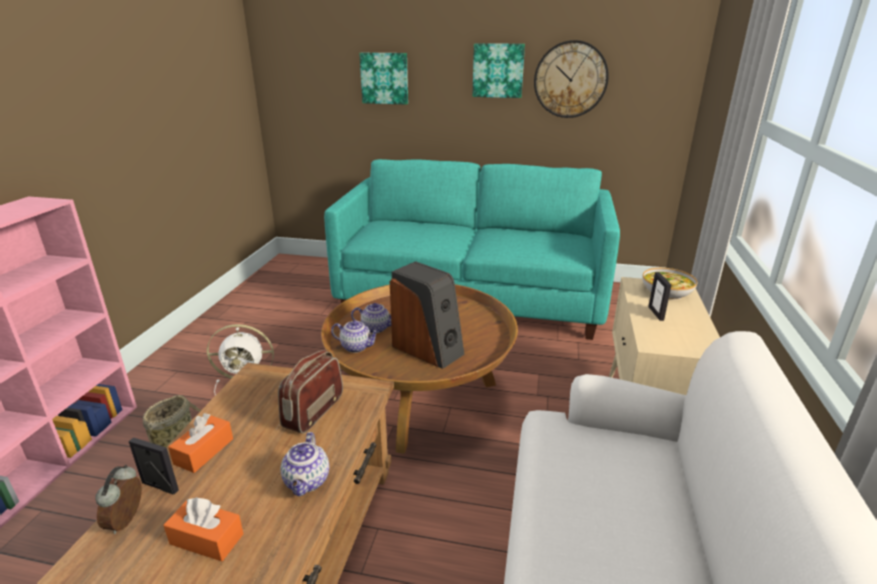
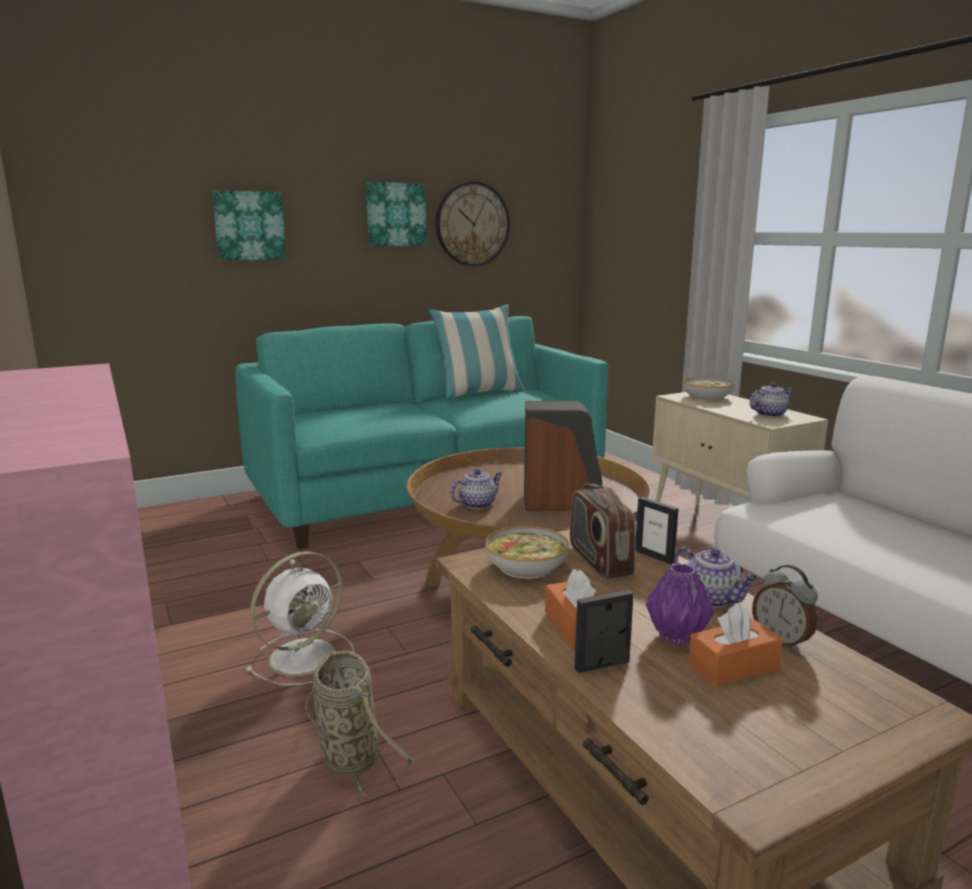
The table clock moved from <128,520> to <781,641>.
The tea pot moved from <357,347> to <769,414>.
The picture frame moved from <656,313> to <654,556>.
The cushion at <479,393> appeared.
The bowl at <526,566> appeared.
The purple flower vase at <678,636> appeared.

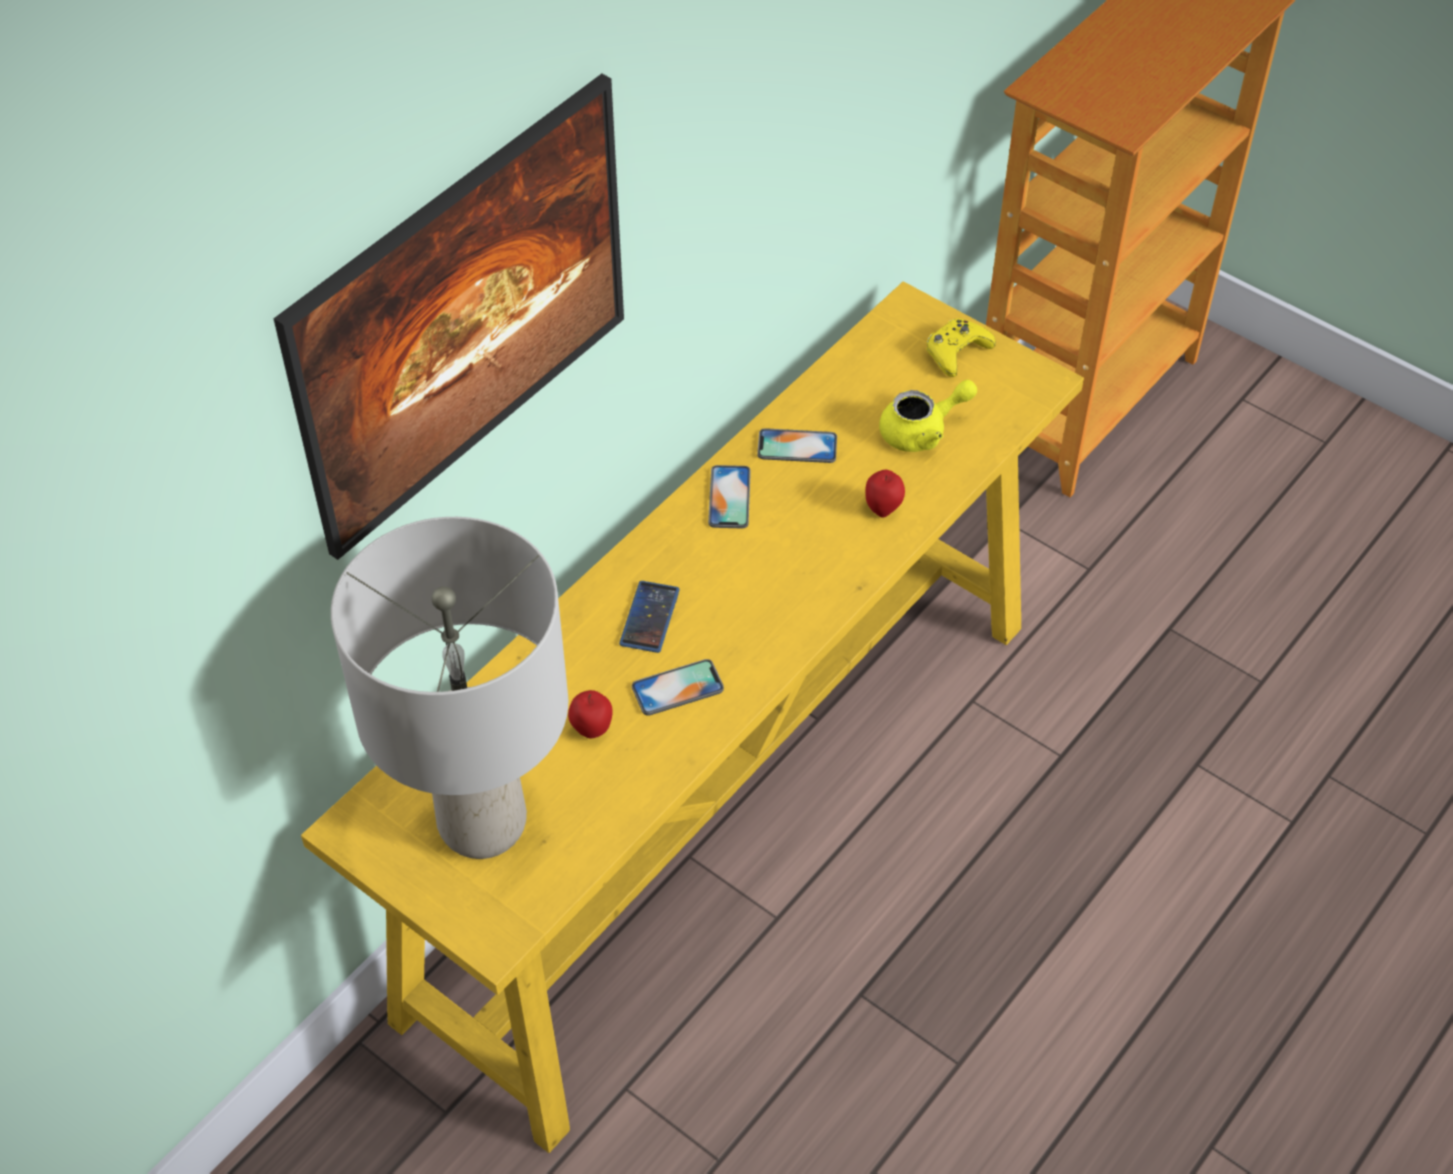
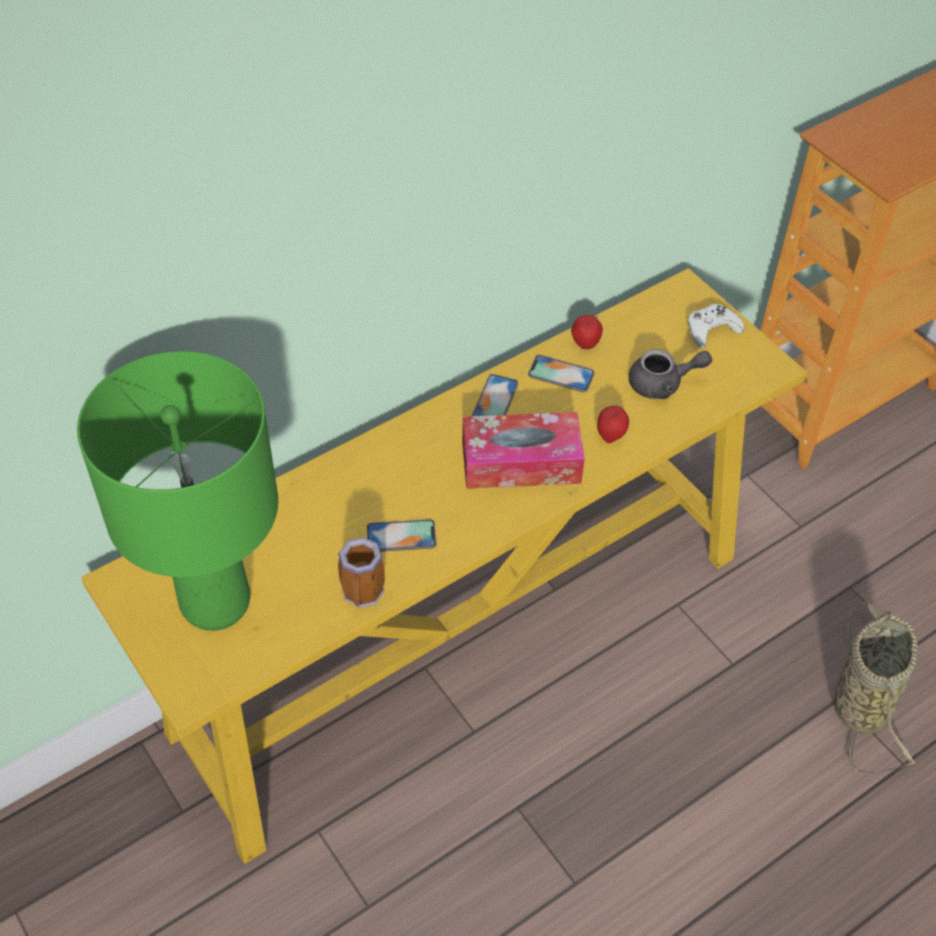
The wall picture at <471,374> disappeared.
The grey table lamp at <484,824> became the greenish table lamp at <217,604>.
The whole apple moved from <591,729> to <585,344>.
The handset at <649,617> disappeared.
The yellow tea pot at <922,431> became the grey tea pot at <663,384>.
The yellow game controller at <956,352> became the white game controller at <711,330>.
The mug at <364,595> appeared.
The tissue box at <521,462> appeared.
The basket at <861,701> appeared.

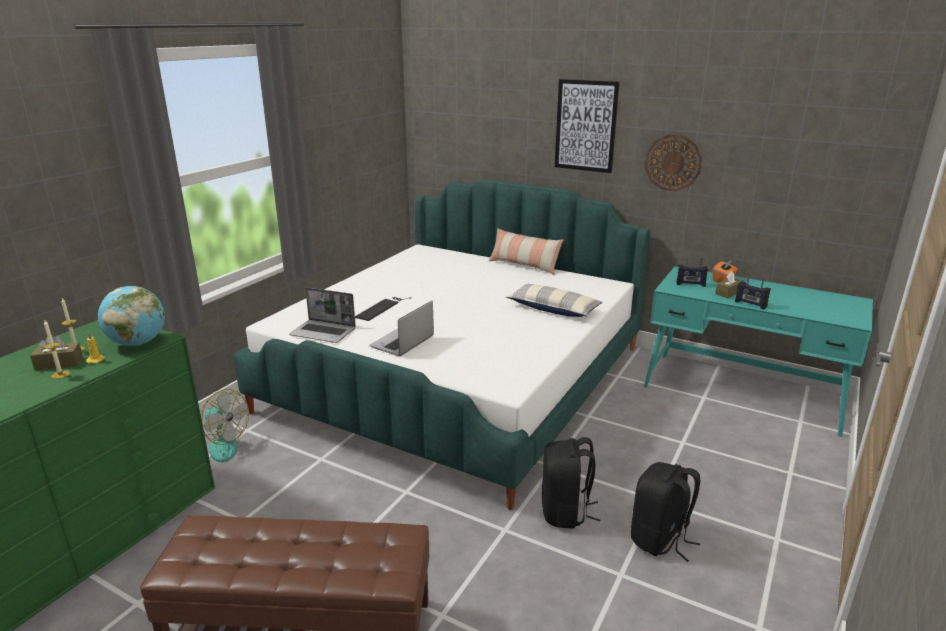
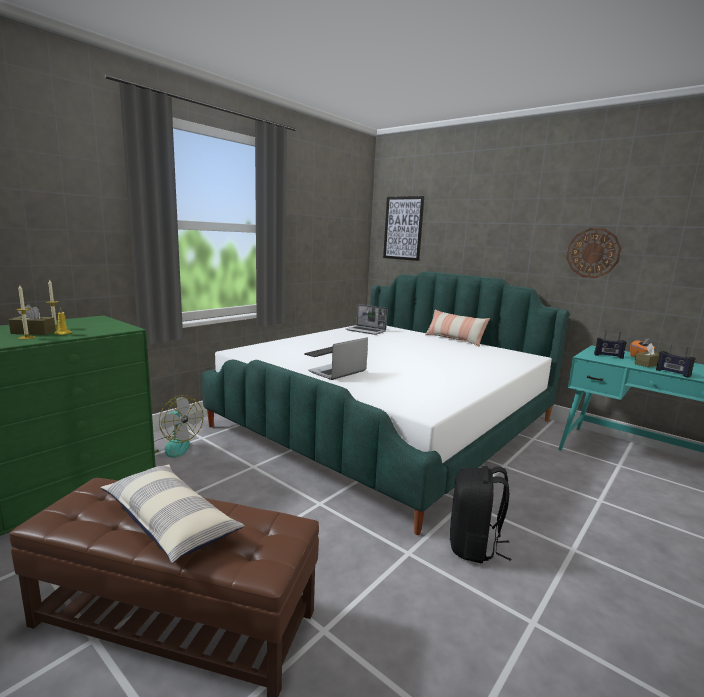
The world globe at <138,343> disappeared.
The portable computer moved from <324,332> to <366,331>.
The cushion moved from <553,309> to <170,522>.
The wall picture moved from <586,126> to <403,228>.
The black-coloured rucksack at <660,539> disappeared.

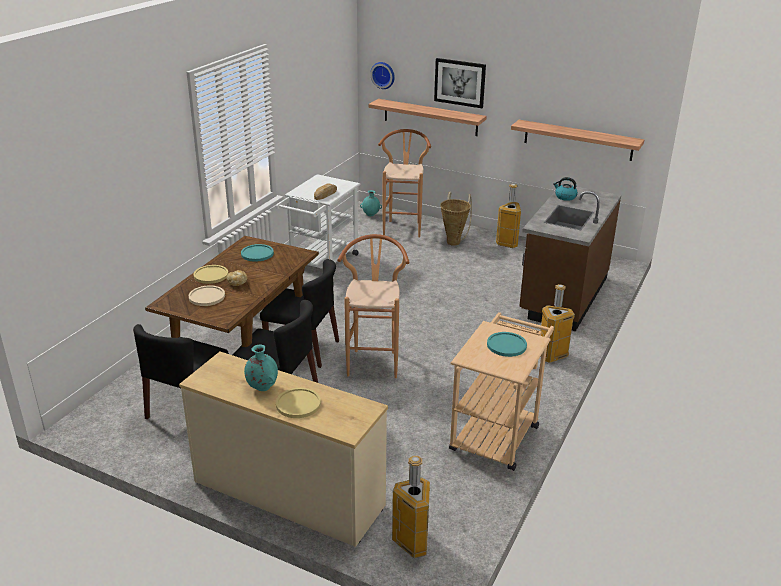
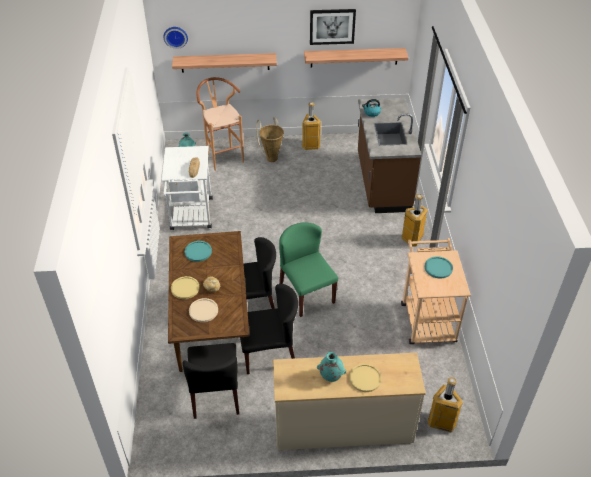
The brown-coloured stool seat at <373,360> was replaced by the greenish plain chair at <306,294>.
The wall picture moved from <460,82> to <332,26>.

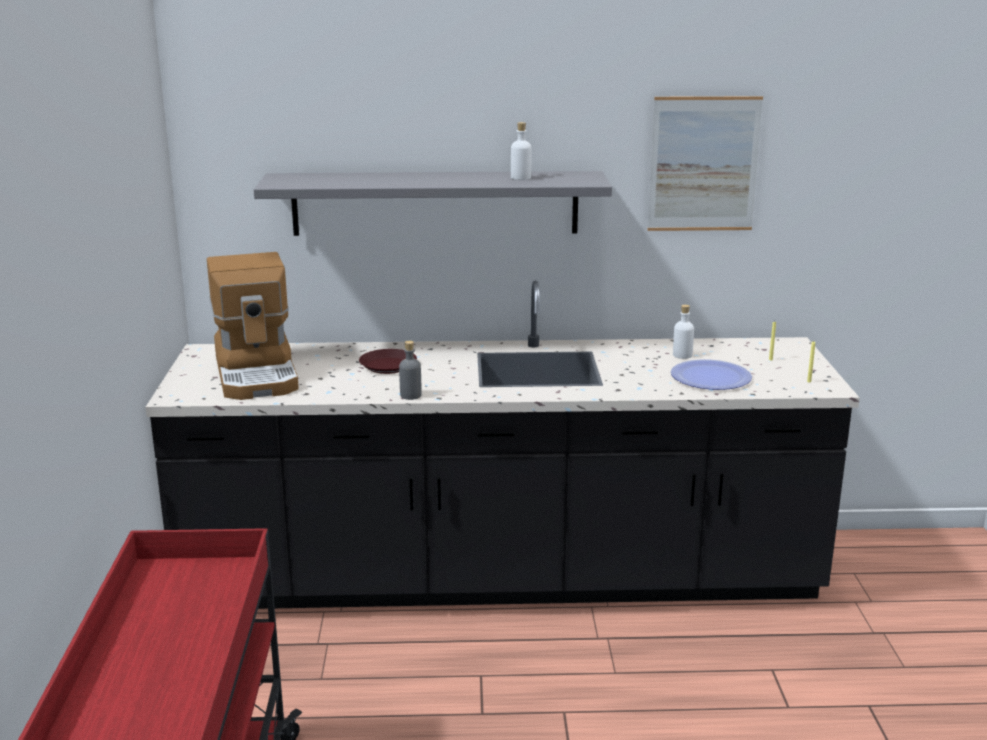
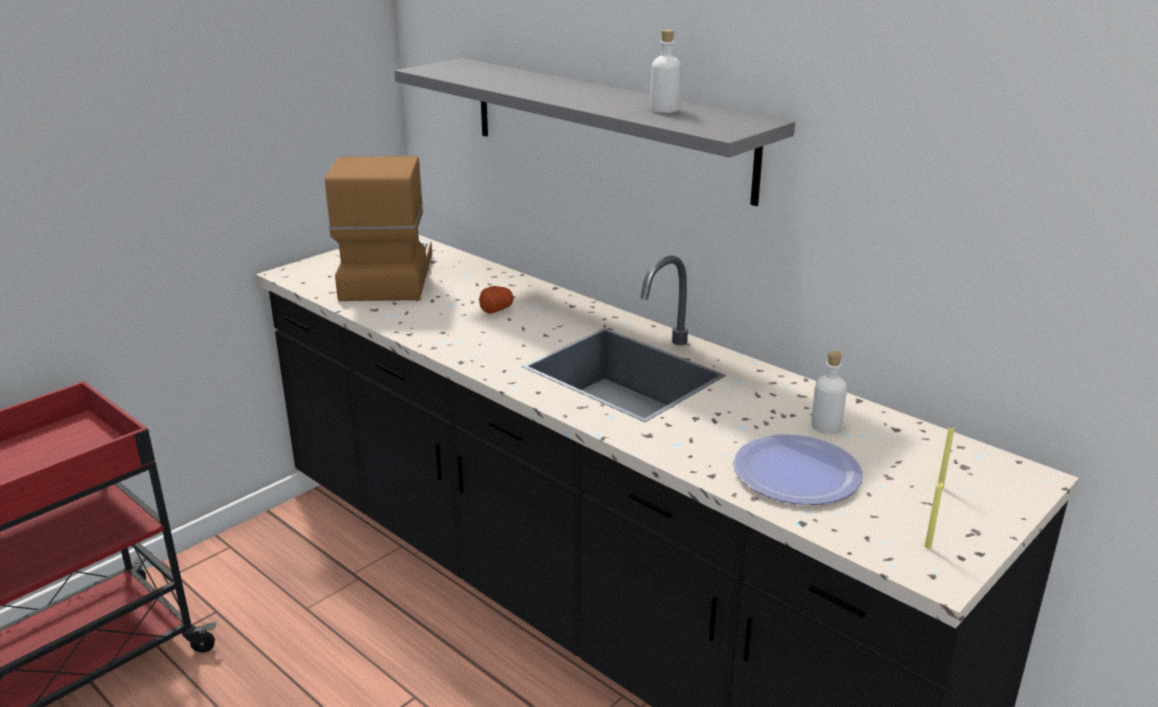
The coffee machine at <258,374> turned 150 degrees clockwise.
The brown-coloured flat dish at <388,366> was replaced by the spud at <496,309>.
The grey beverage bottle at <410,395> disappeared.
The wall picture at <703,164> disappeared.

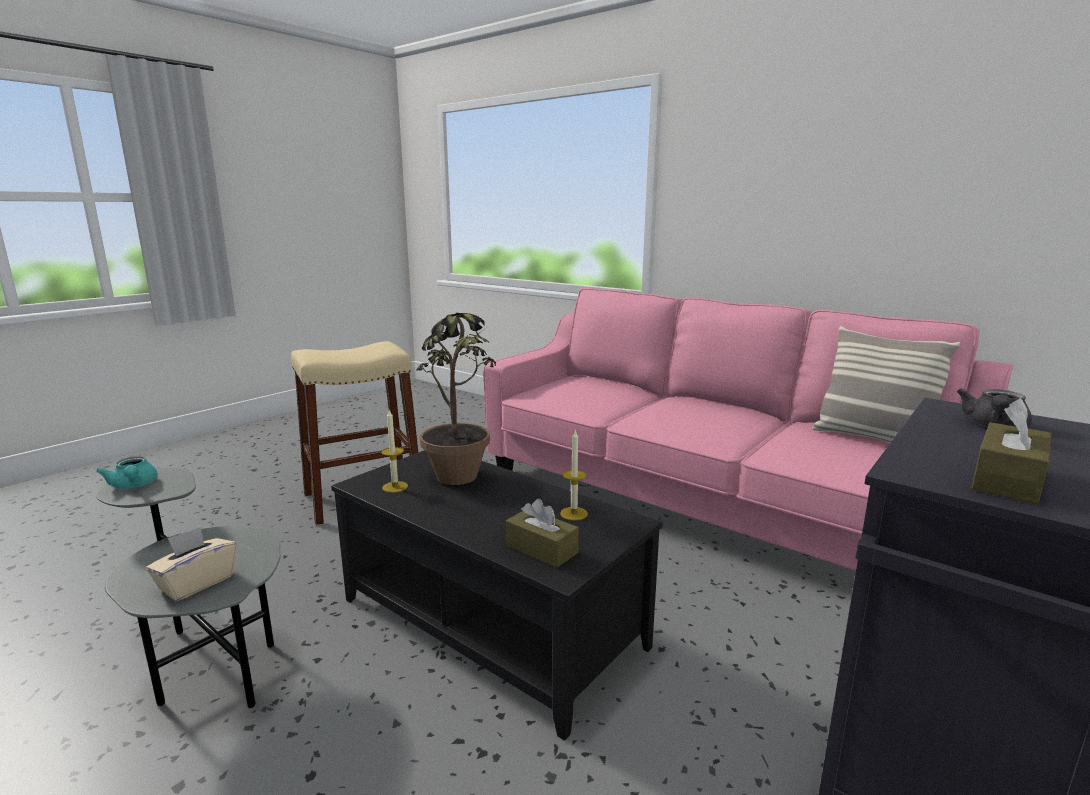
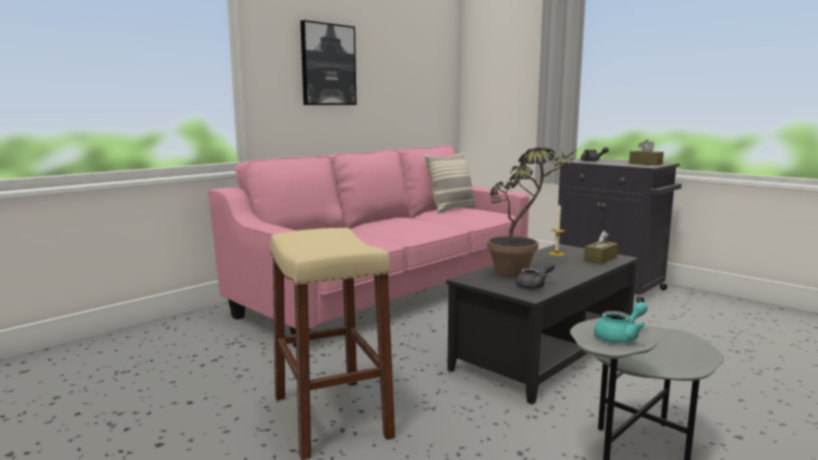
The beige-coloured tissue box at <196,583> disappeared.
The wax candle at <395,487> was replaced by the grey tea pot at <534,286>.
The wall picture at <328,65> appeared.

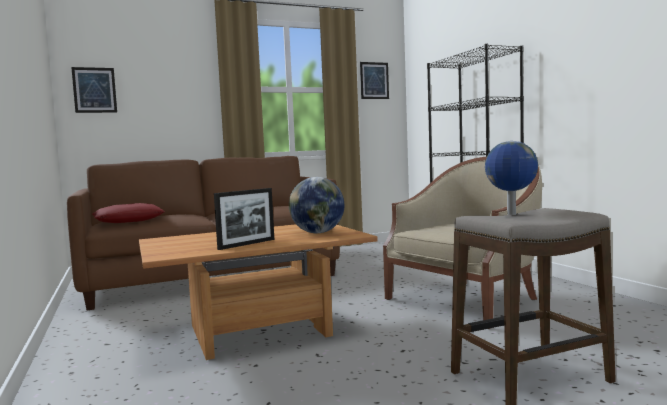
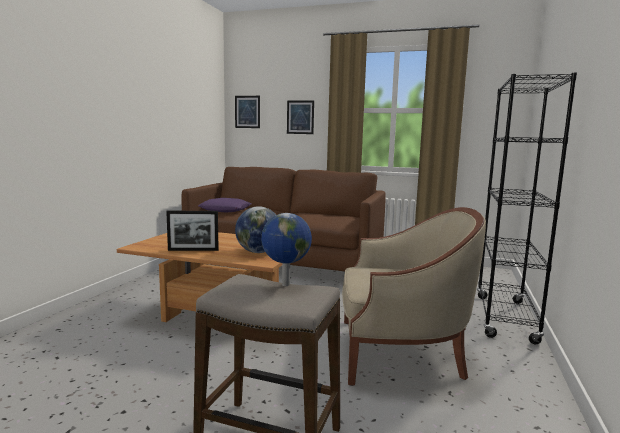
The red-coloured cushion at <129,220> became the purple cushion at <225,210>.
The wall picture moved from <374,80> to <300,117>.

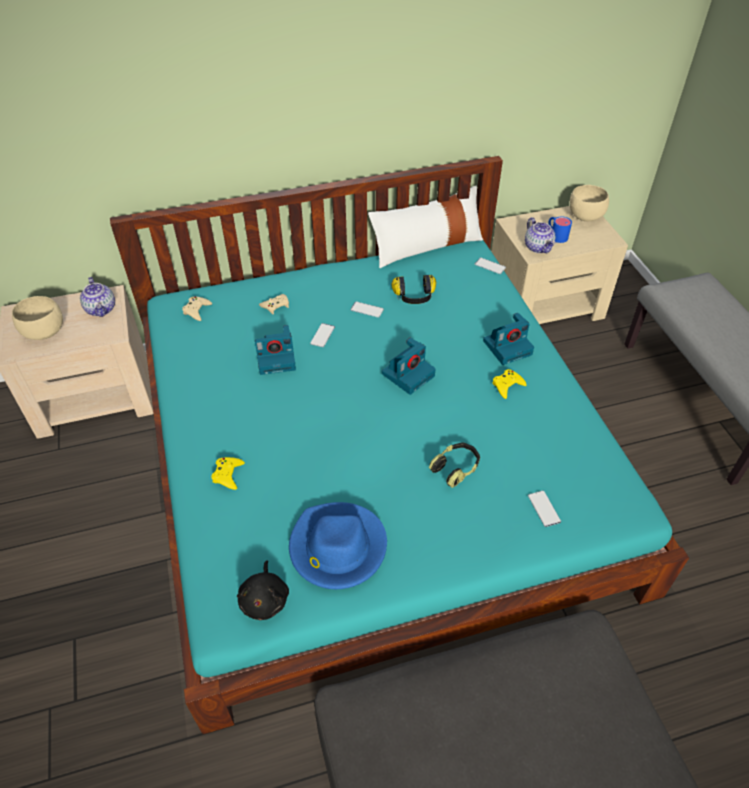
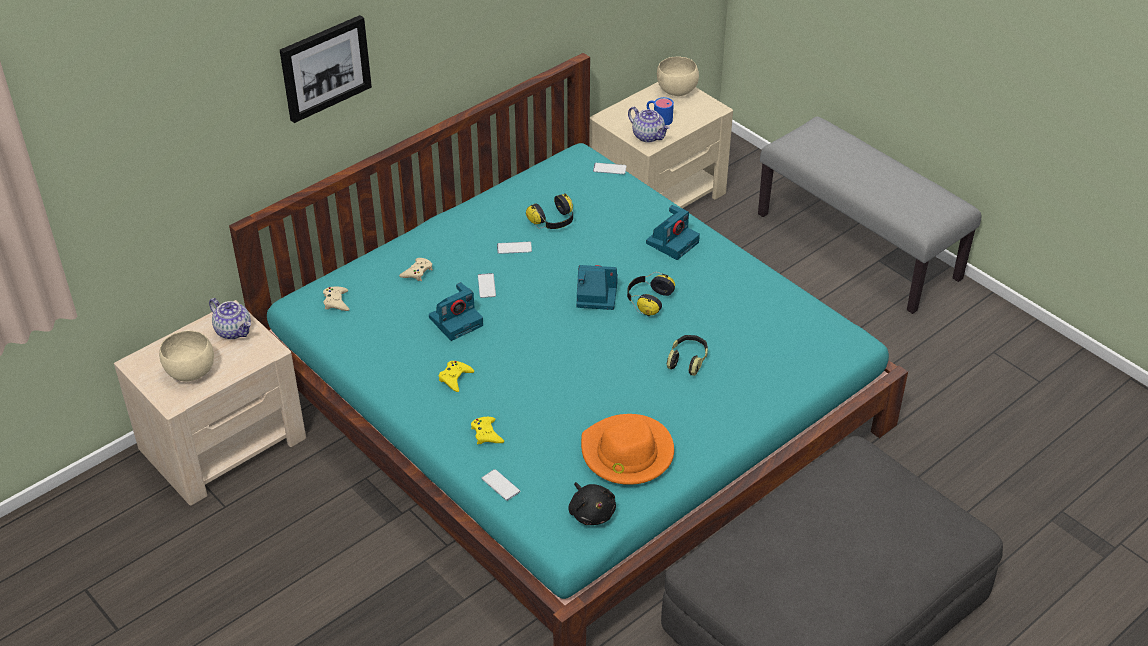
The blue-coloured hat at <337,547> became the orangey hat at <627,453>.
The white cushion at <427,246> disappeared.
The photo camera at <408,374> turned 105 degrees counterclockwise.
The yellow game controller moved from <507,385> to <455,378>.
The handset moved from <544,509> to <500,485>.
The wall picture at <325,67> appeared.
The headset at <648,300> appeared.

